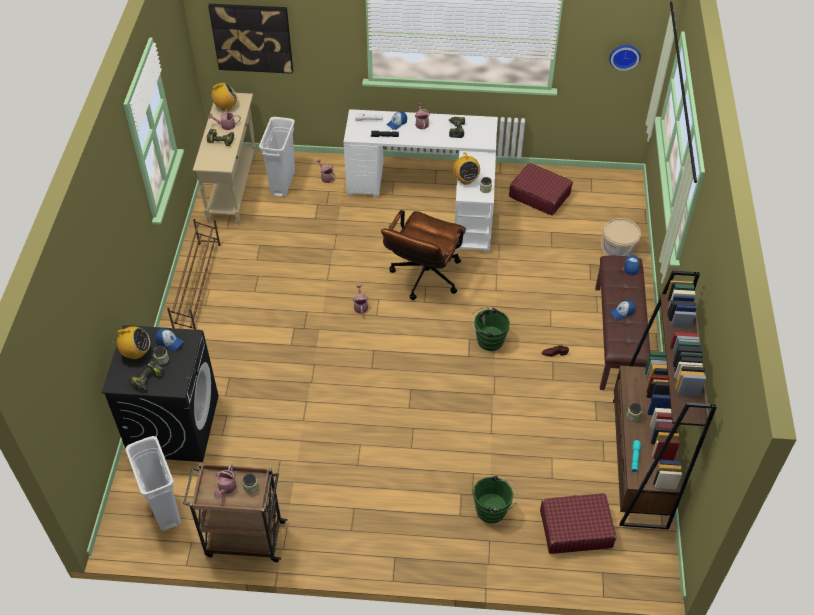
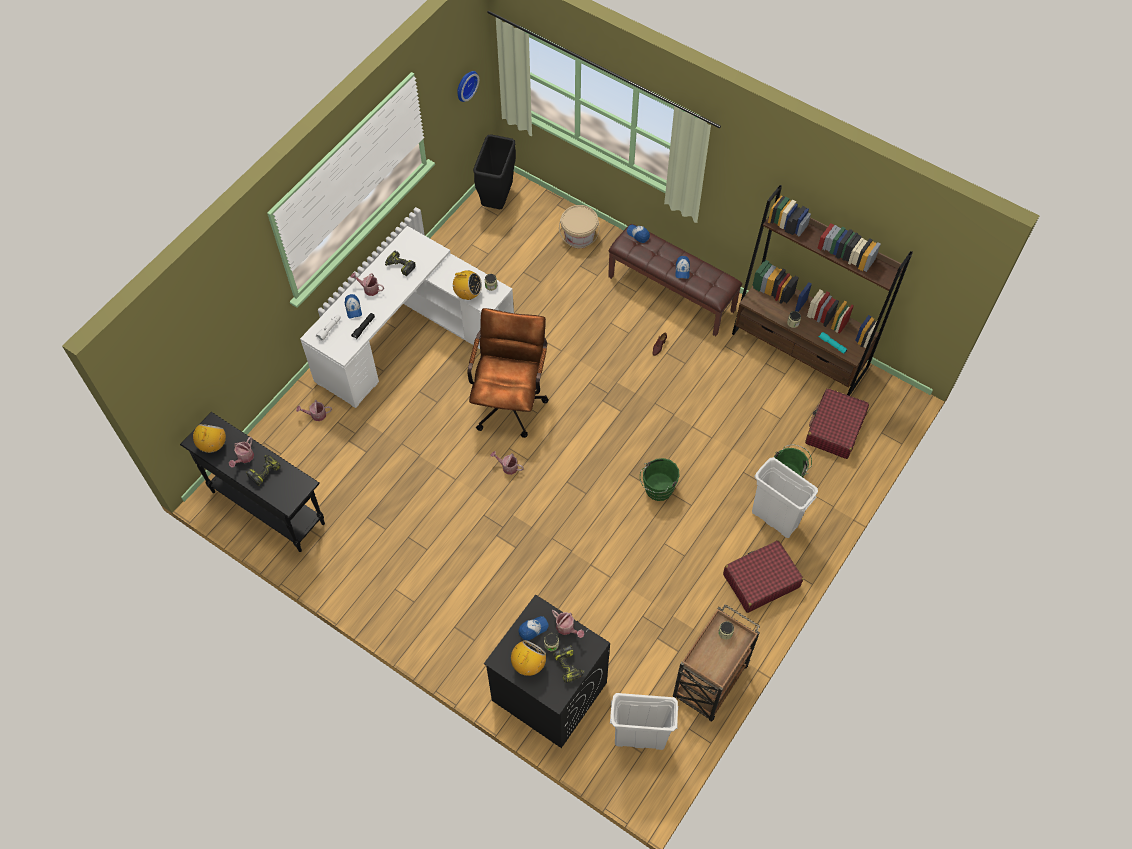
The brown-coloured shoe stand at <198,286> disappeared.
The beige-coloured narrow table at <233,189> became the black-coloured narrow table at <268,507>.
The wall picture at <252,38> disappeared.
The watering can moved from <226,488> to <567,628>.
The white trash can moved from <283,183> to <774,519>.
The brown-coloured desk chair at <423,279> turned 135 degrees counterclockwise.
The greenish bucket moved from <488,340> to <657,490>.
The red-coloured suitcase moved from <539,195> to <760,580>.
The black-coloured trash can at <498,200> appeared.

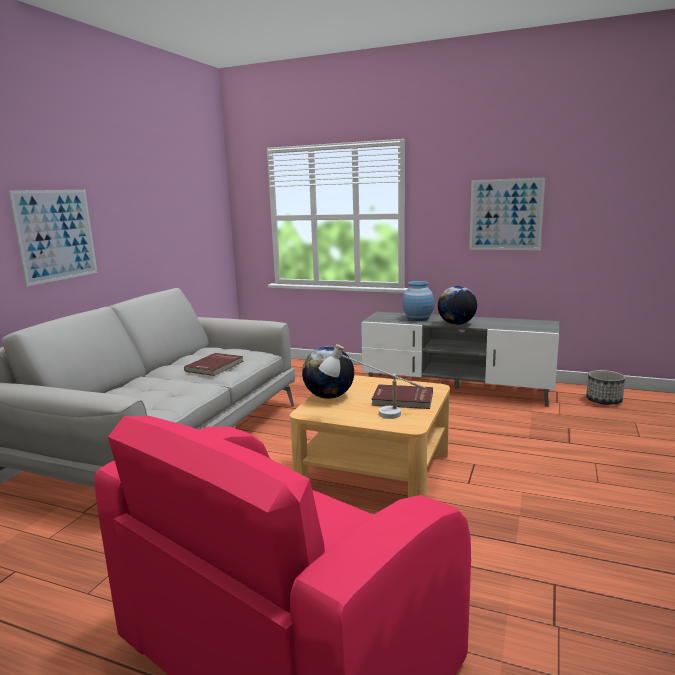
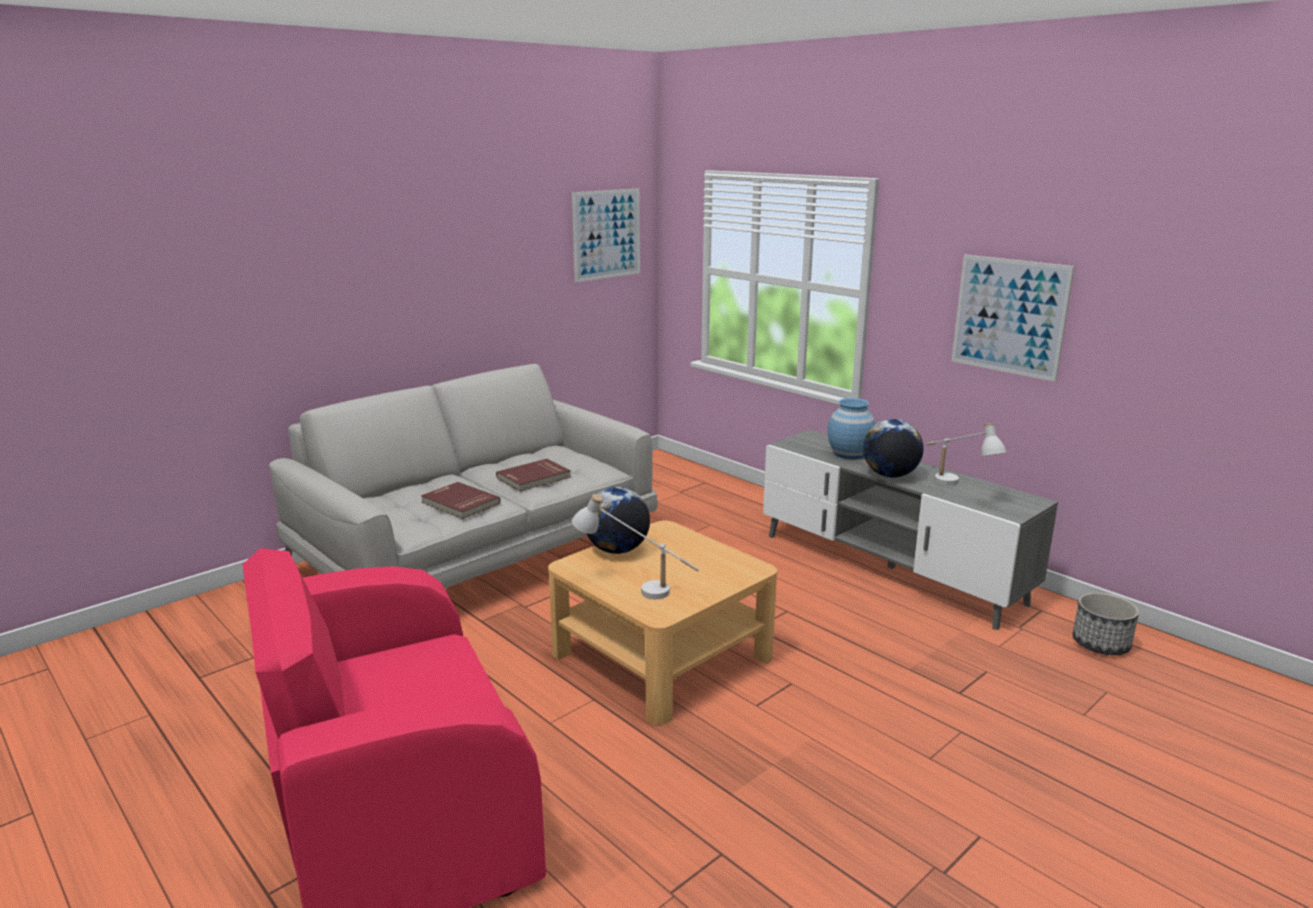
The wall picture moved from <56,235> to <606,234>.
The red-coloured bound book moved from <402,399> to <459,503>.
The white table lamp at <957,487> appeared.

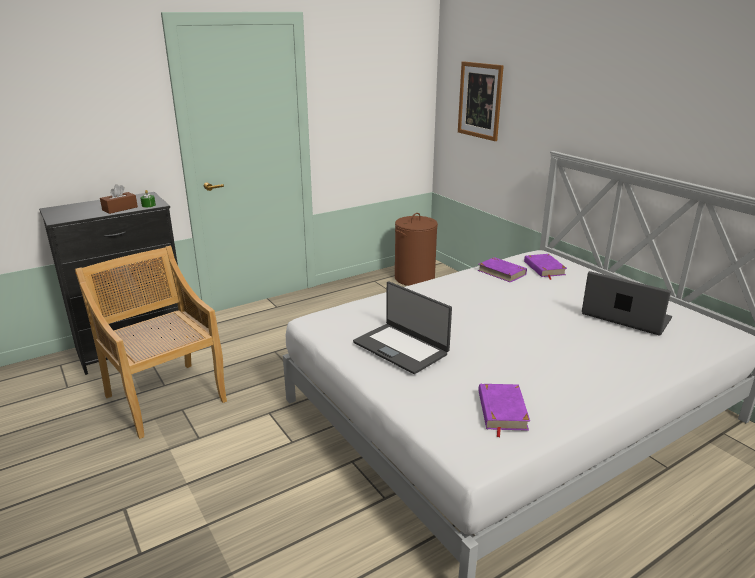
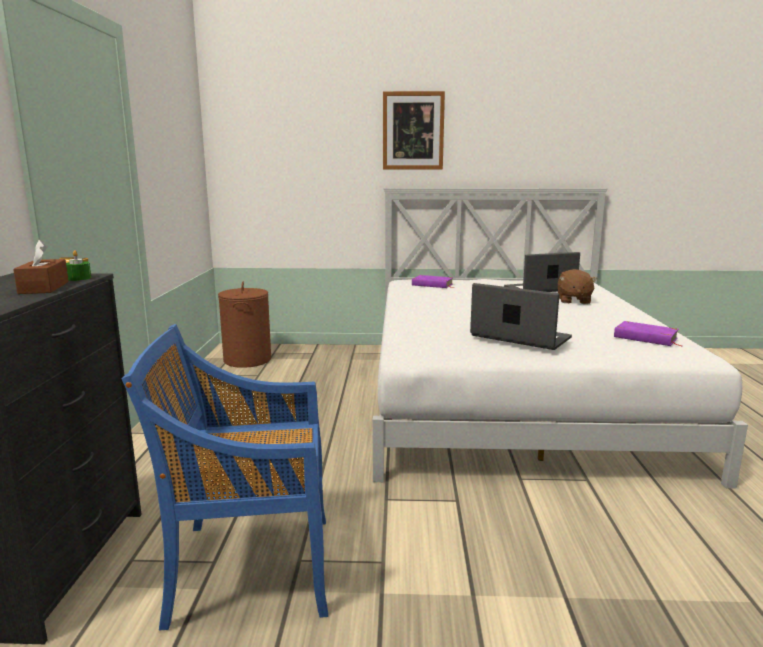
The beige-coloured plain chair at <165,397> became the blue-coloured plain chair at <249,568>.
The portable computer at <401,348> turned 135 degrees counterclockwise.
The wall picture moved from <480,100> to <413,131>.
The purple bound book at <501,272> disappeared.
The brown-coloured cuddly toy at <573,301> appeared.

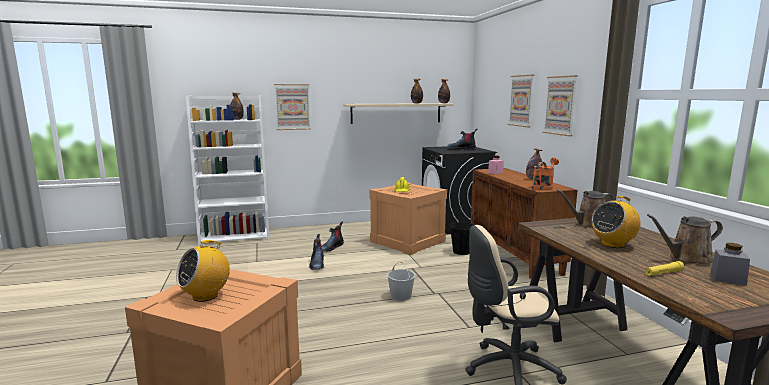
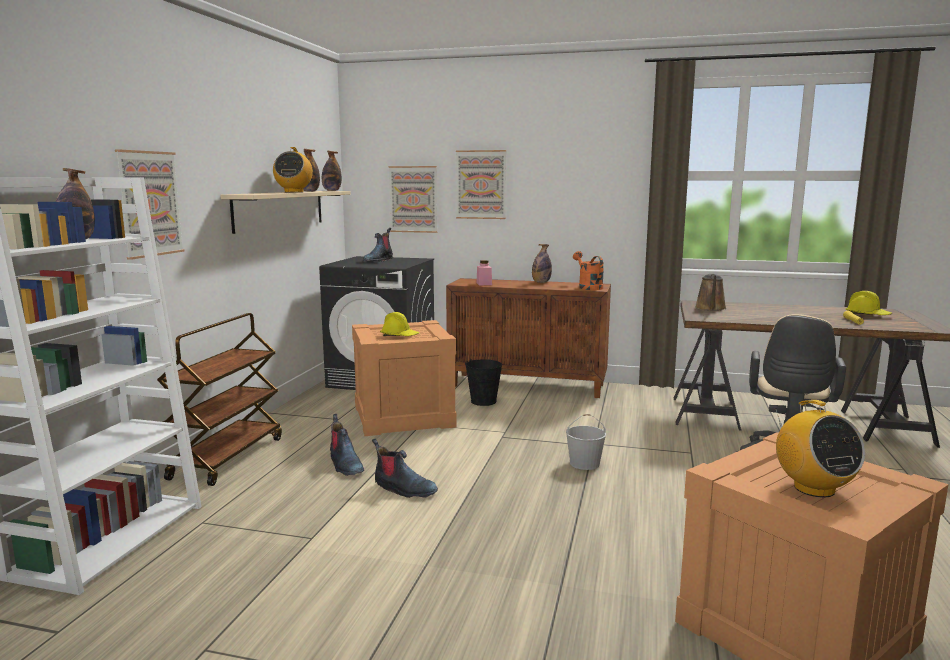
The wall picture moved from <560,105> to <413,199>.
The radio moved from <613,244> to <294,192>.
The brown-coloured watering can at <686,259> disappeared.
The grey preserve jar at <727,279> was replaced by the yellow work helmet at <867,315>.
The brown-coloured cart at <227,457> appeared.

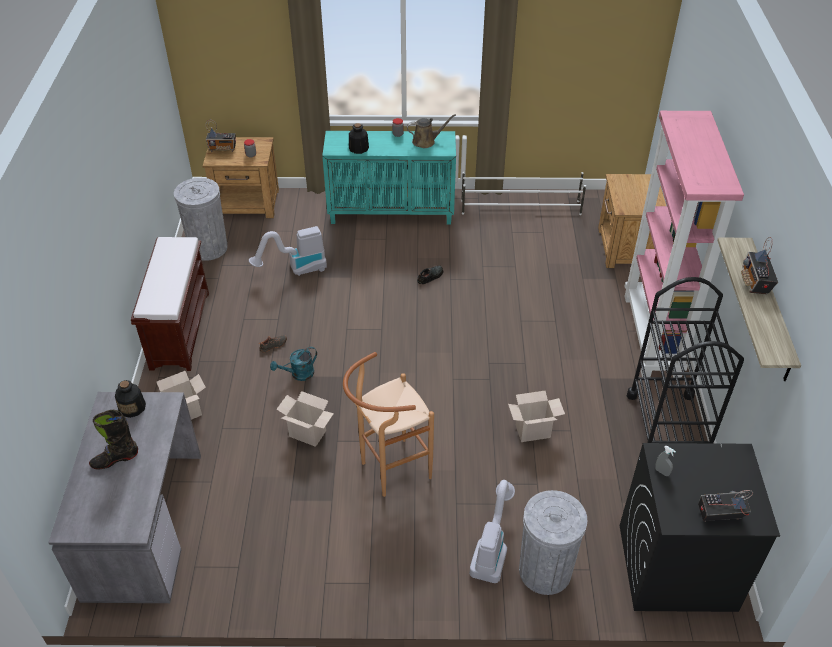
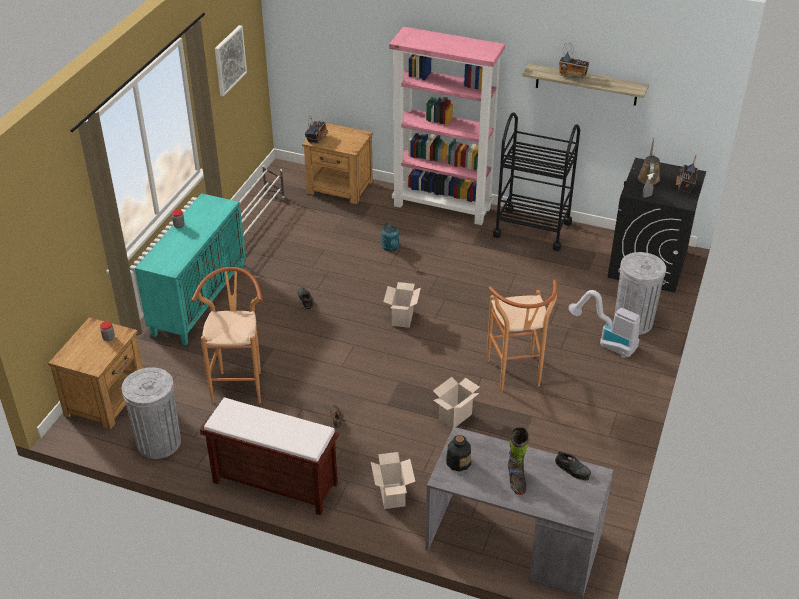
The radio moved from <223,149> to <317,138>.
The vacuum cleaner at <295,270> was replaced by the brown-coloured stool seat at <239,383>.
The blue-green watering can moved from <298,374> to <391,248>.
The beverage bottle at <358,148> disappeared.
The brown-coloured watering can moved from <426,141> to <648,177>.
The carton moved from <533,430> to <402,317>.
The wall picture at <229,60> appeared.
The black-coloured item of footwear at <573,469> appeared.

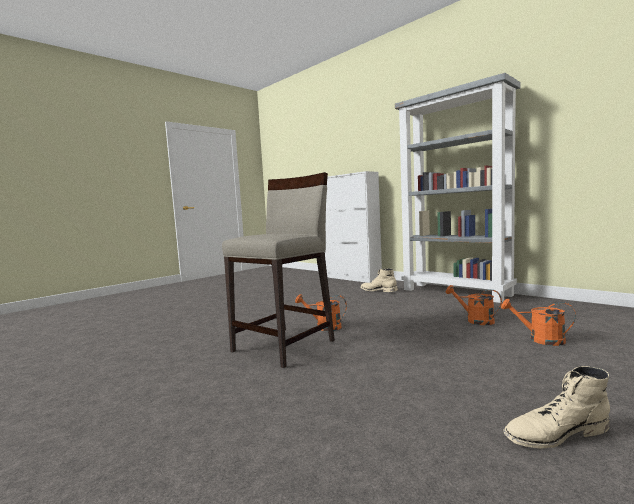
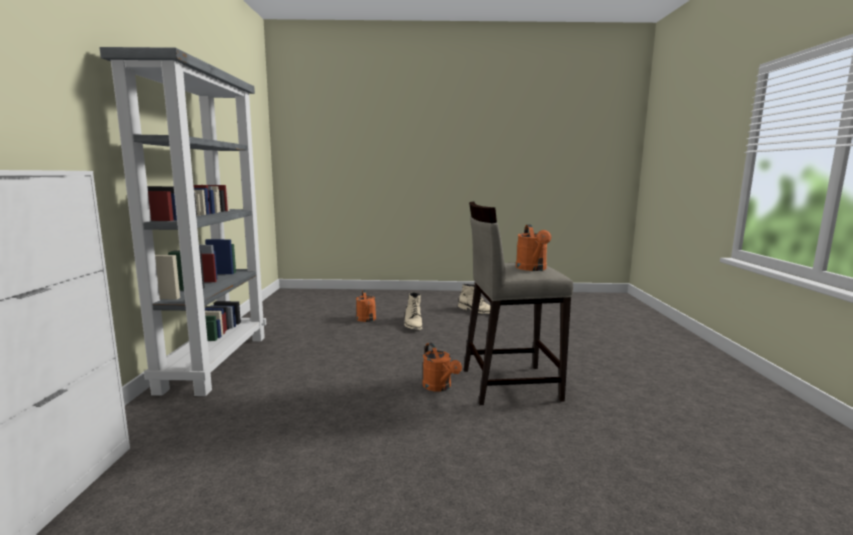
The beige-coloured boot moved from <378,290> to <413,324>.
The orangey watering can moved from <475,320> to <532,269>.

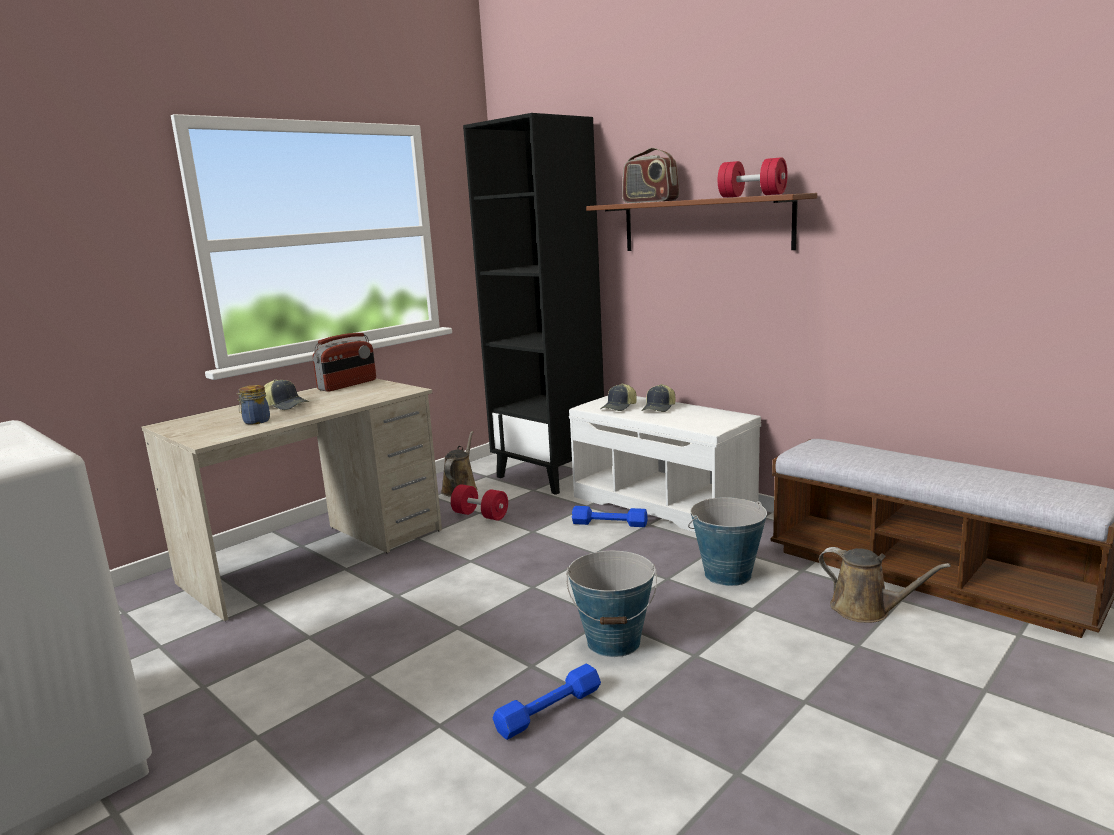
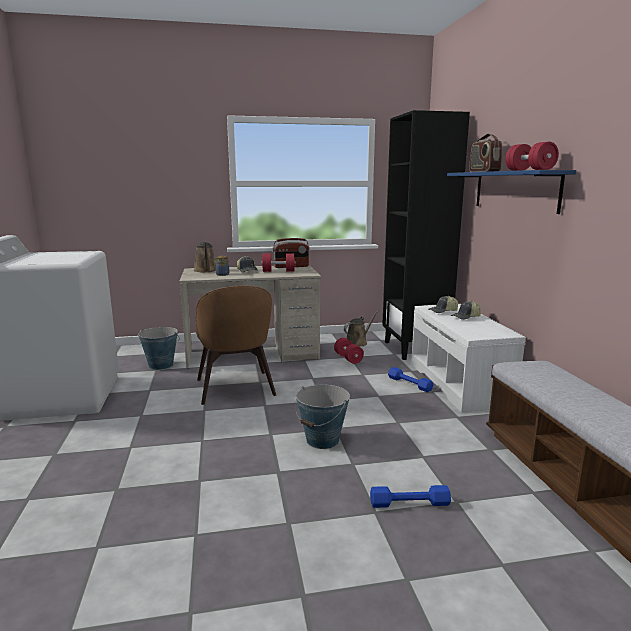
The blue-coloured free weight moved from <549,710> to <409,503>.
The brown-coloured bracket shelf at <704,225> became the blue-coloured bracket shelf at <515,190>.
The bucket moved from <727,574> to <161,365>.
The brown-coloured watering can moved from <866,610> to <206,270>.
The brown-coloured plain chair at <235,389> appeared.
The red-coloured free weight at <278,271> appeared.

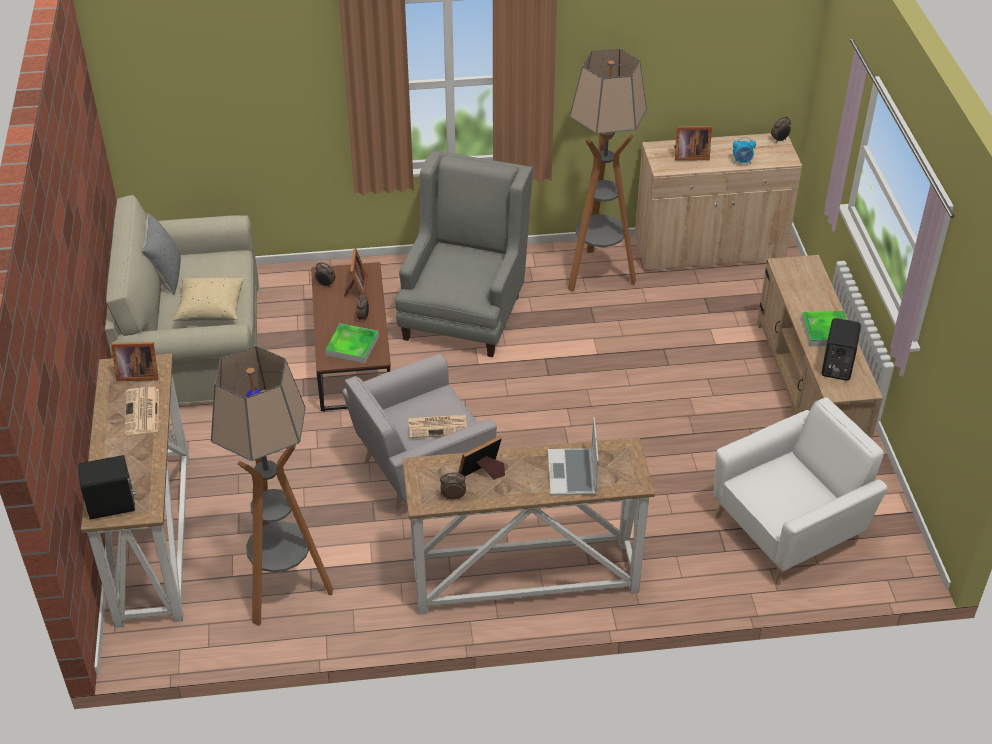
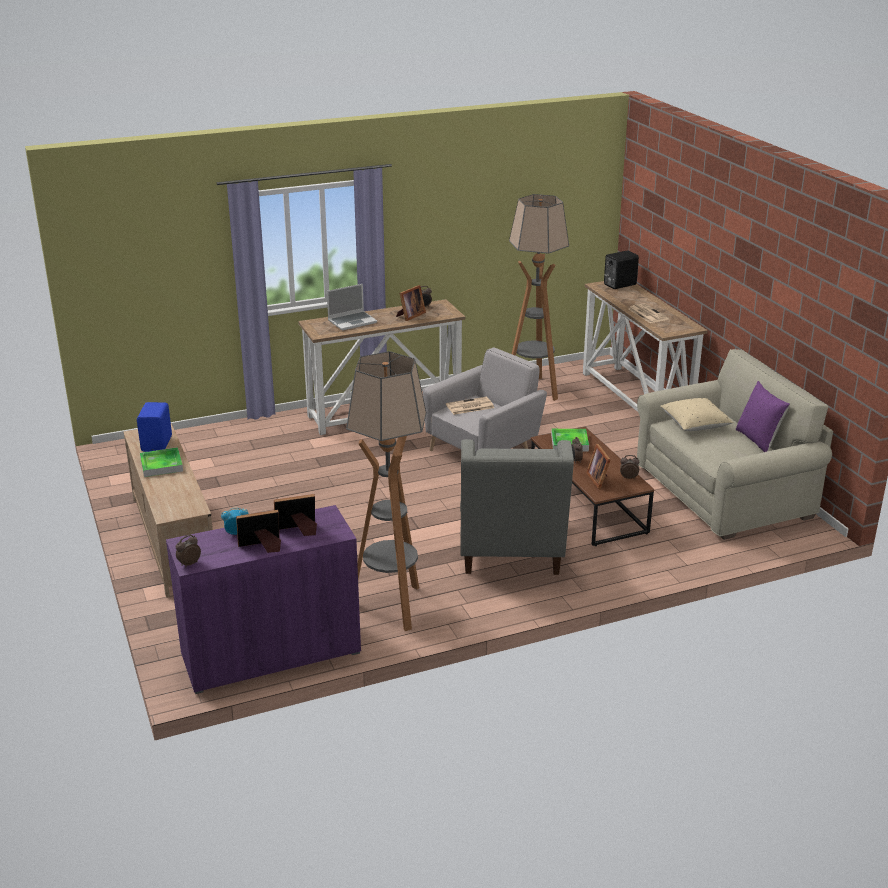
The picture frame moved from <137,374> to <262,547>.
The grey cushion at <165,276> became the purple cushion at <758,440>.
The portable computer at <573,474> turned 75 degrees clockwise.
The beige-coloured storage cabinet at <709,250> became the purple storage cabinet at <271,654>.
The white armchair at <789,529> disappeared.
The black-coloured audio speaker at <836,366> became the blue-coloured audio speaker at <158,444>.

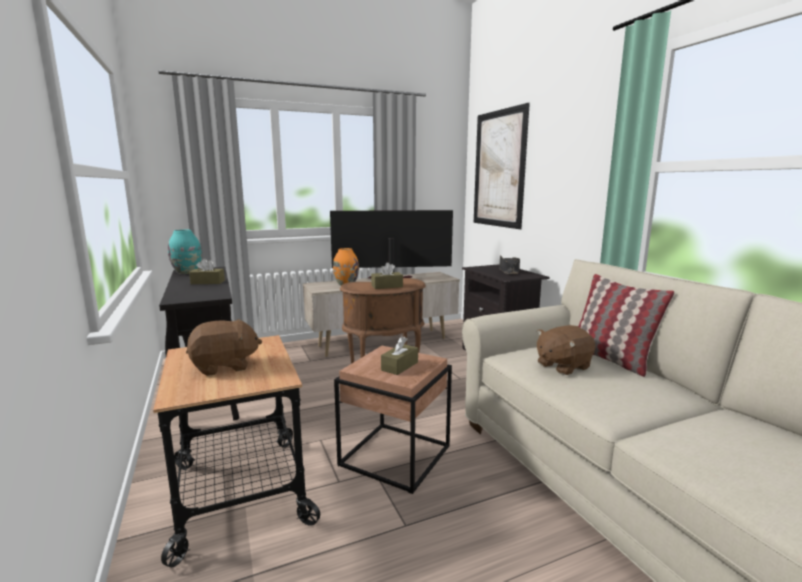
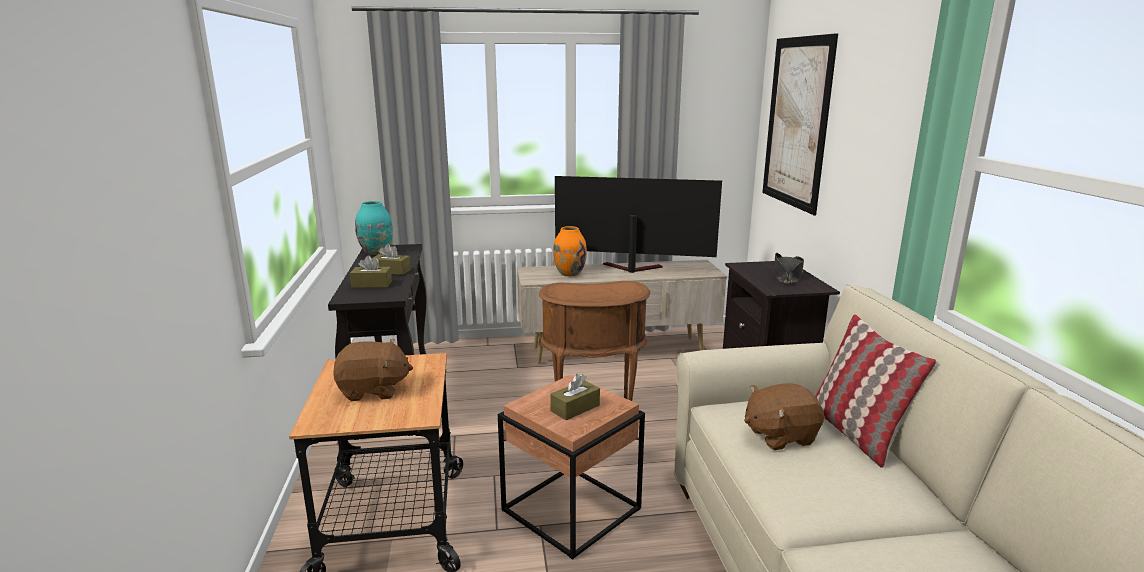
The brown-coloured tissue box moved from <387,286> to <372,284>.

